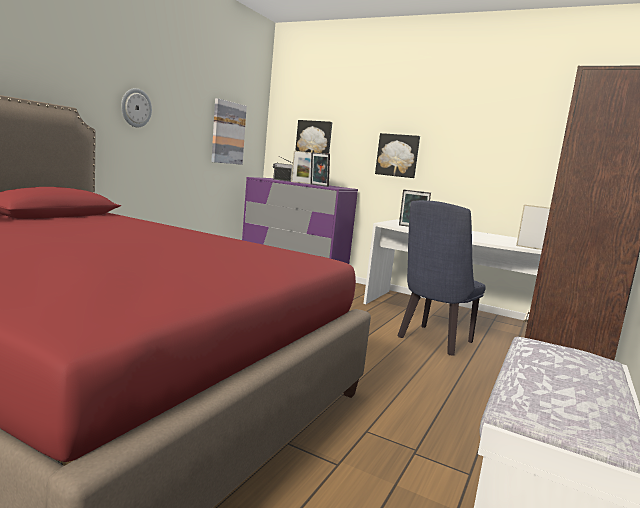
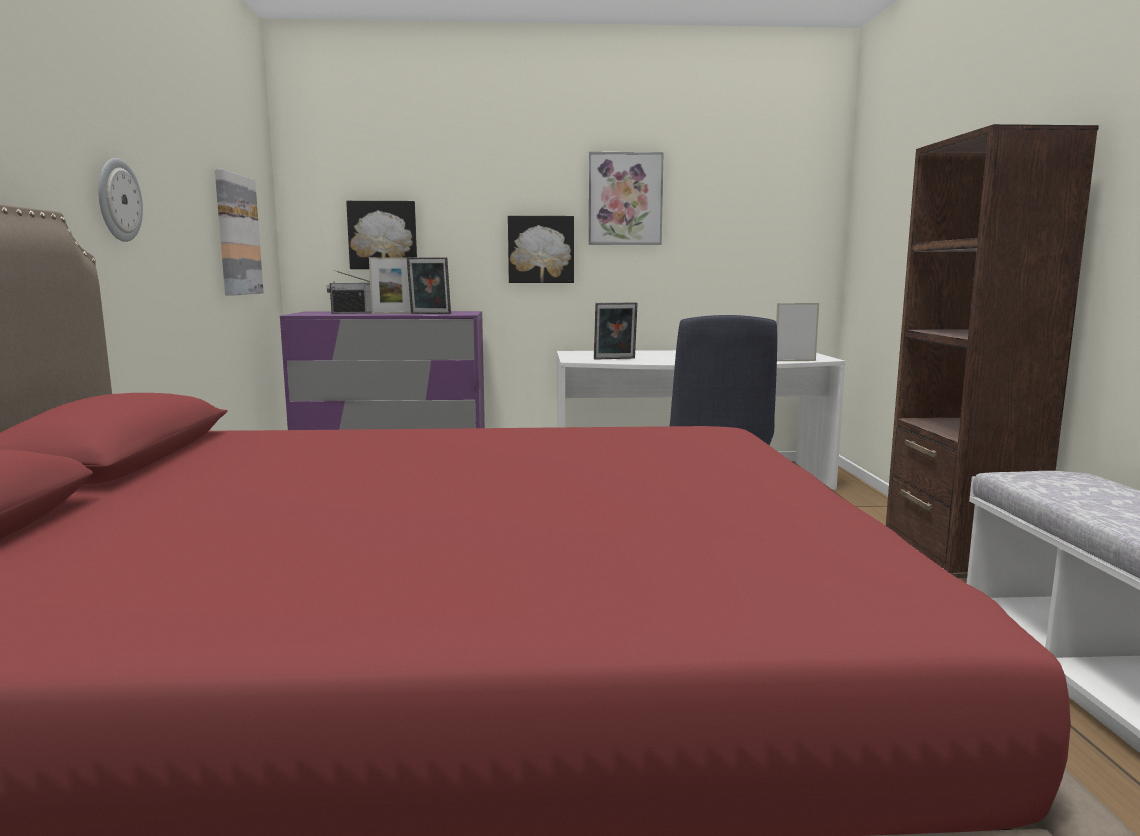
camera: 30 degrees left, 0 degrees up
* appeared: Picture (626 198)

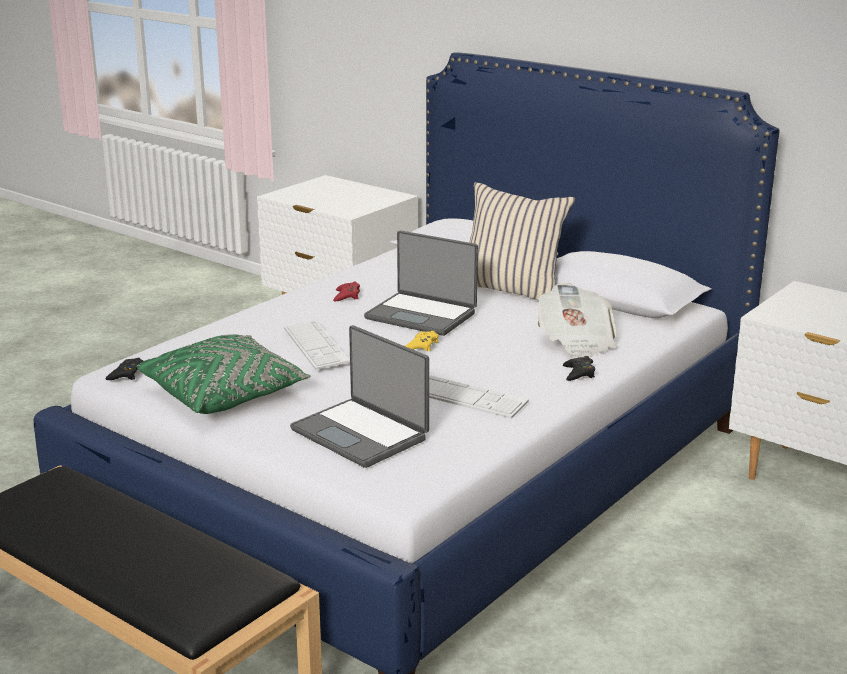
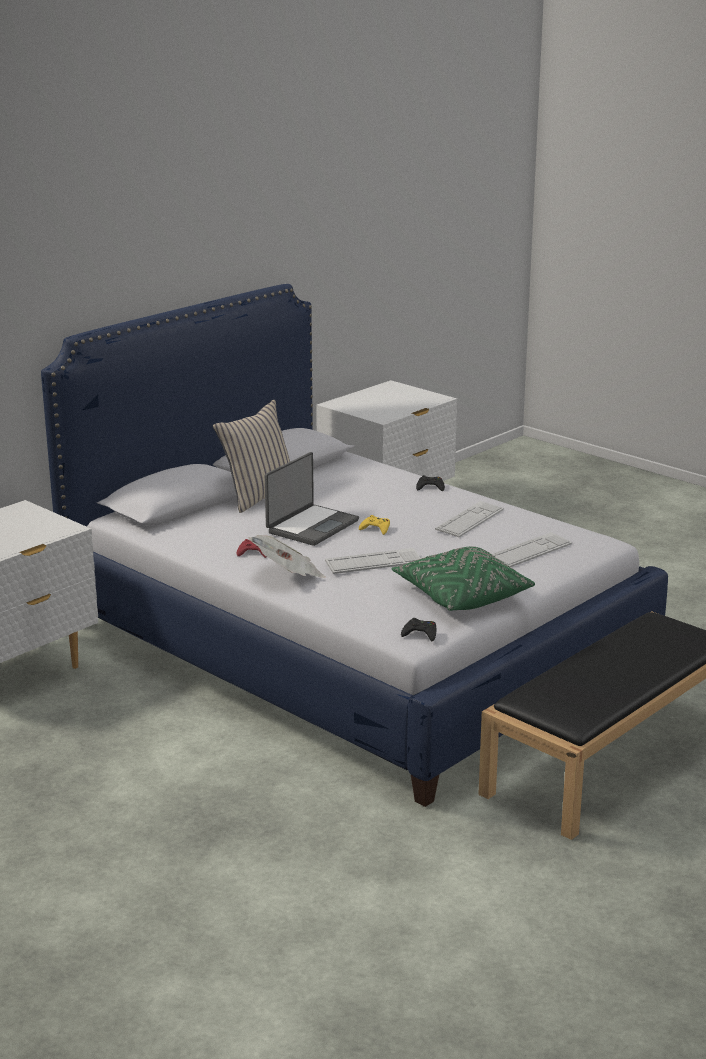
camera: 85 degrees left, 0 degrees up
* relocated: Newspaper (577 321) to (286 556)
* exchanged: Laptop (359 396) to Keyboard (532 549)

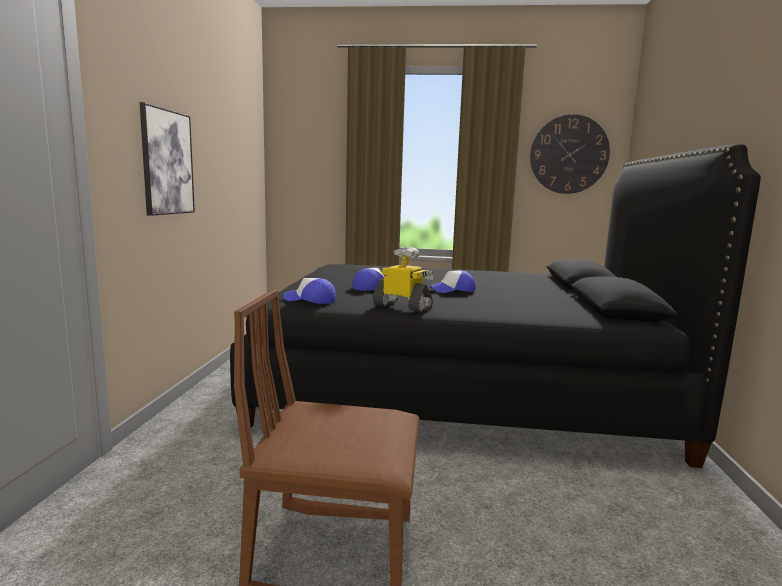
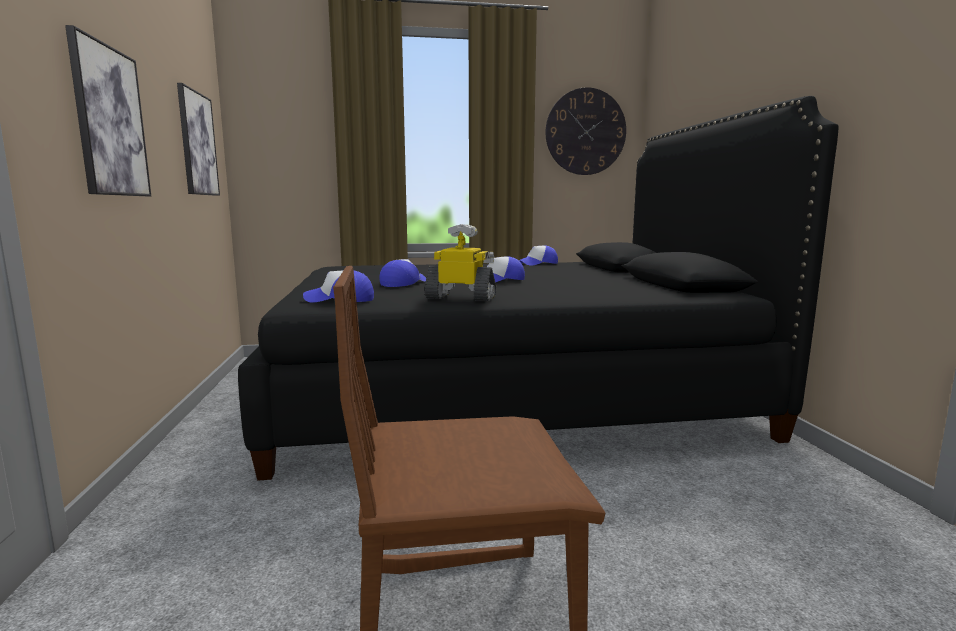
camera: 15 degrees left, 0 degrees up
* appeared: Picture (198 139)
* appeared: Cap (538 255)

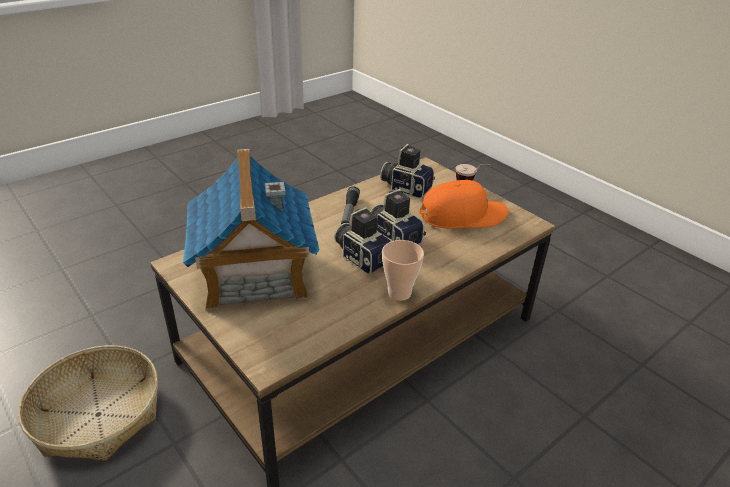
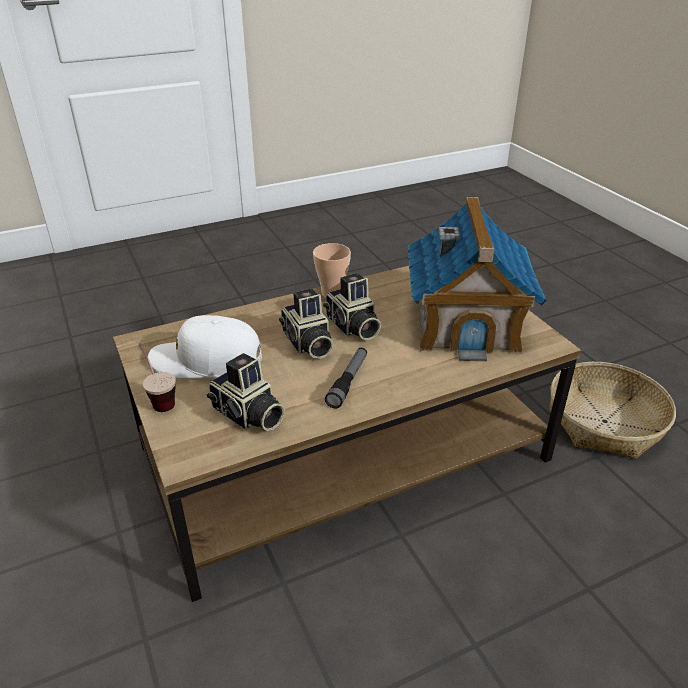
camera: 165 degrees left, 0 degrees up
* colour: OrangeCap (464 204) to WhiteCap (205 347)

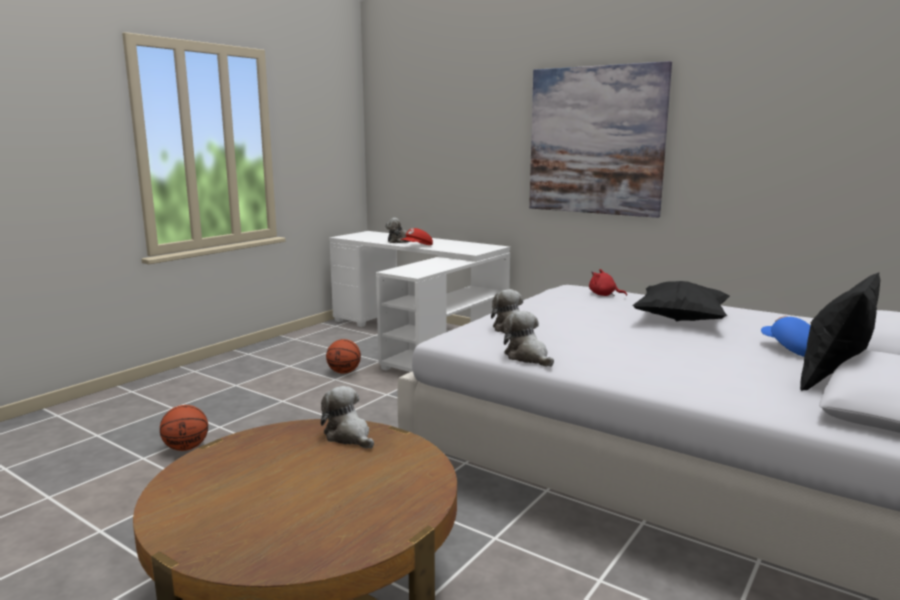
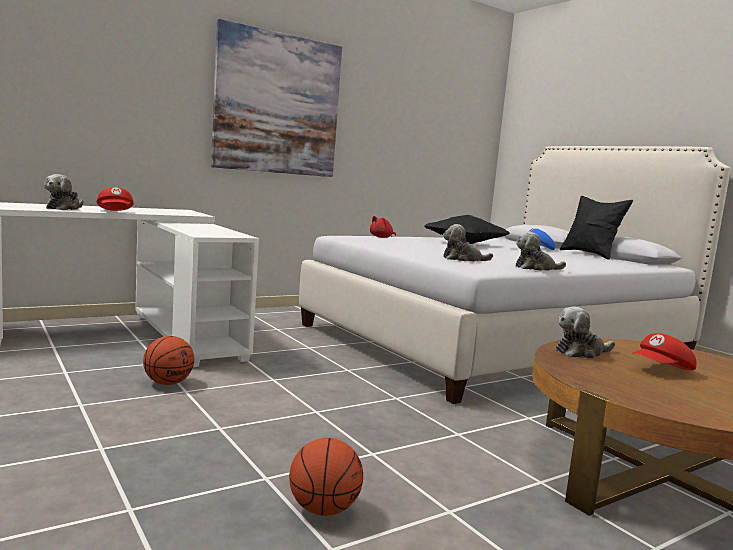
camera: 70 degrees left, 5 degrees down
* appeared: RedCap (665 351)

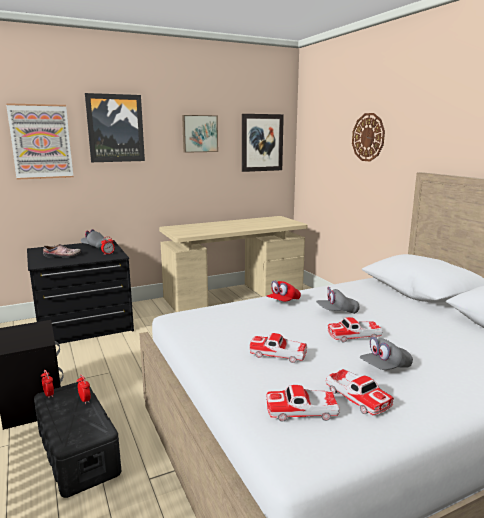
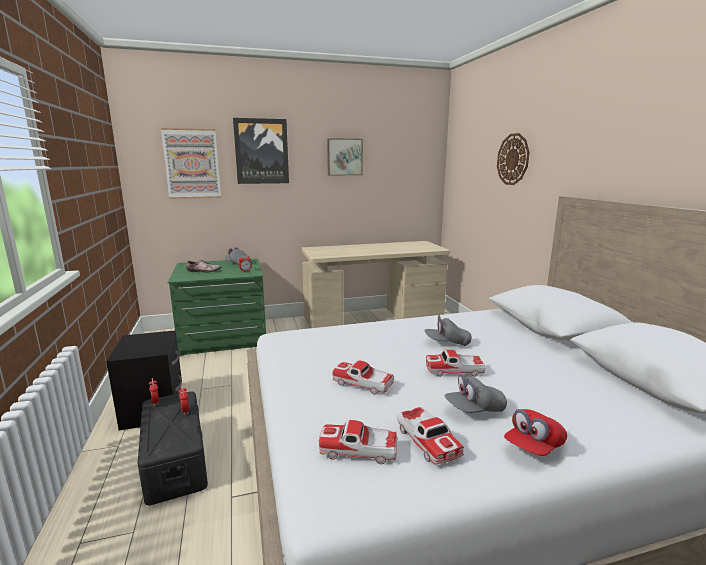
camera: 10 degrees right, 0 degrees up
* colour: BlackDresser (80 292) to GreenDresser (216 307)
* relocated: RedCap (283 291) to (535 432)
* missing: Picture (263 143)

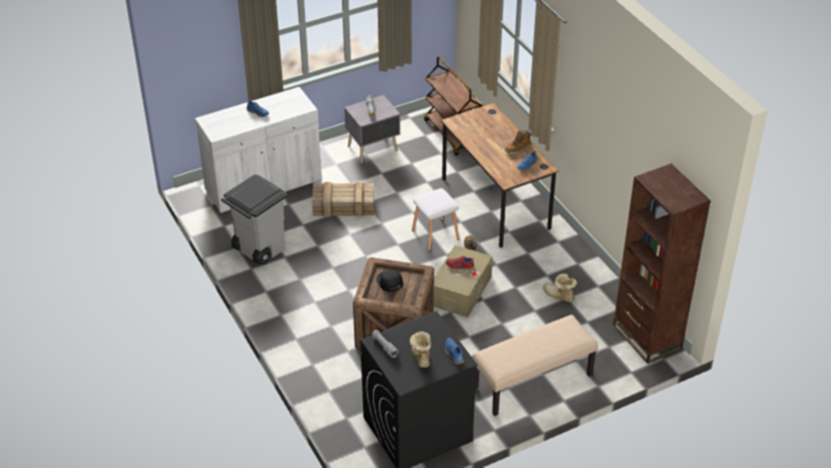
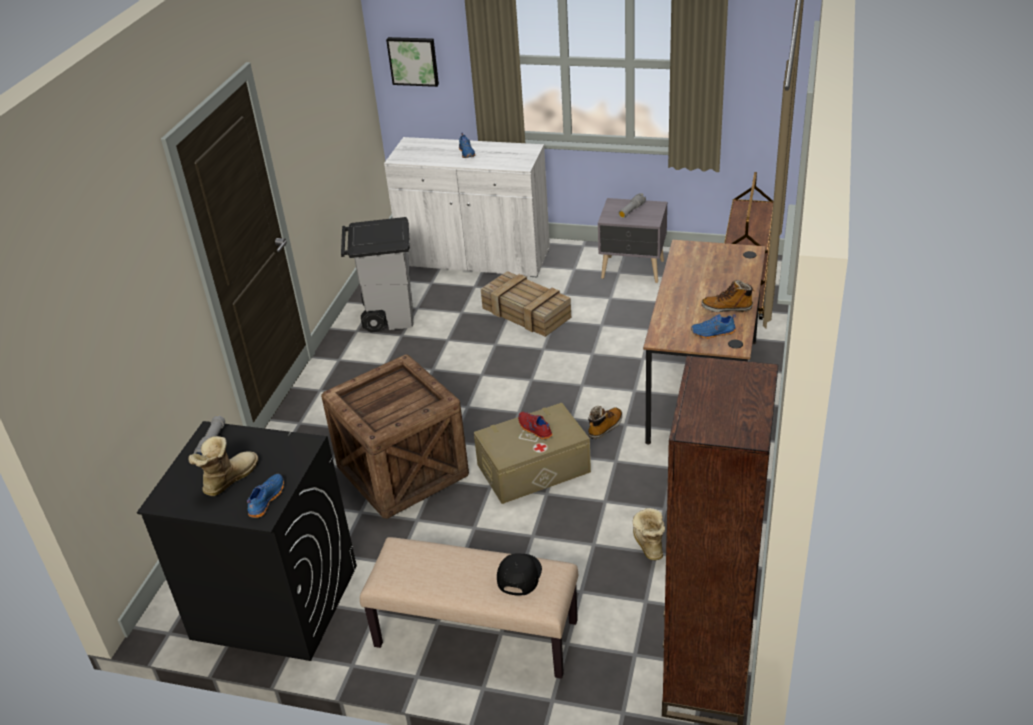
camera: 45 degrees right, 5 degrees down
* appeared: Picture (412 62)
* relocated: BlackCap (389 280) to (519 574)
* missing: WhiteStool (435 219)

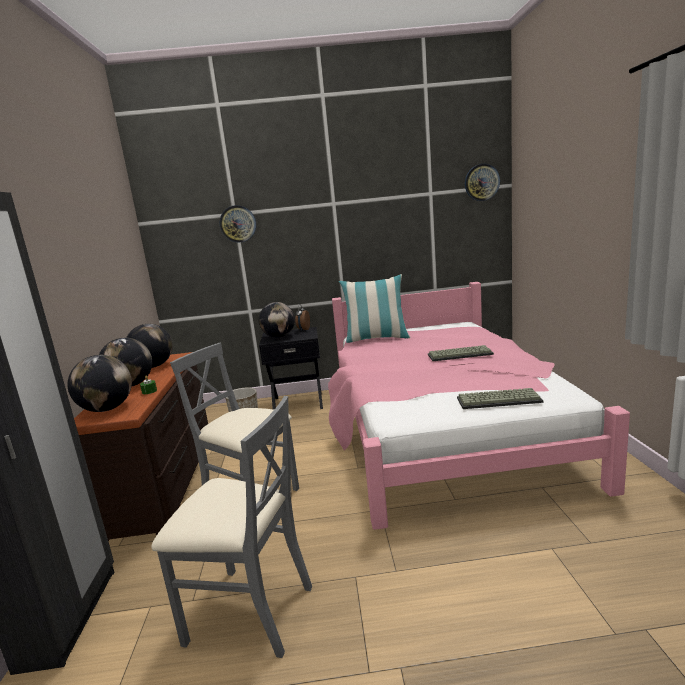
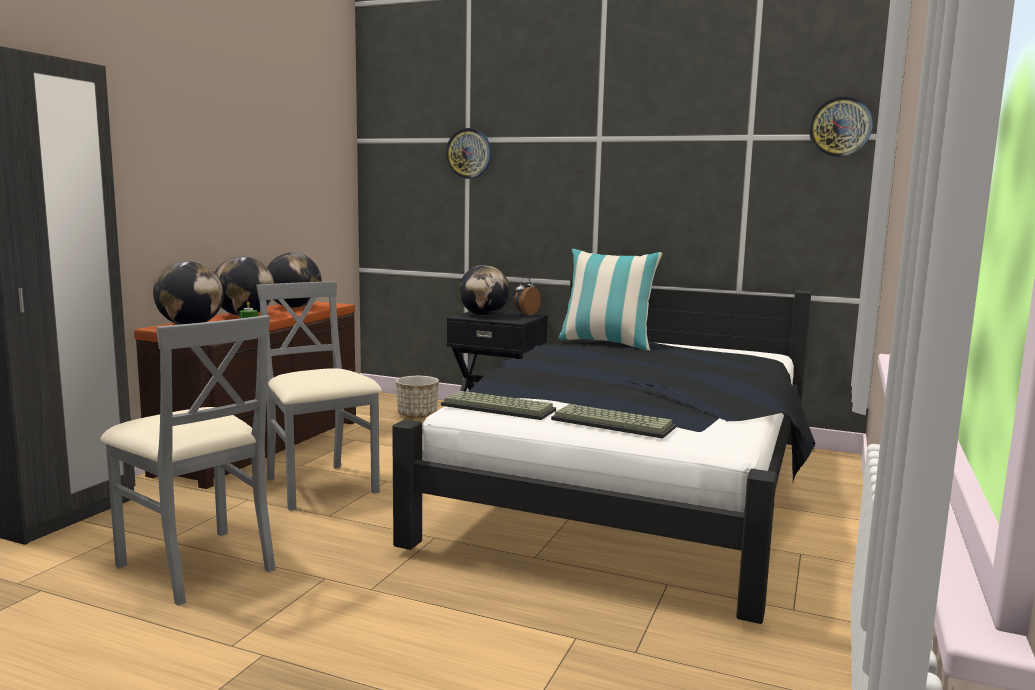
camera: 25 degrees right, 5 degrees down
* colour: PinkBed (479 406) to BlackBed (603 451)
* relocated: Keyboard (461 353) to (498 405)

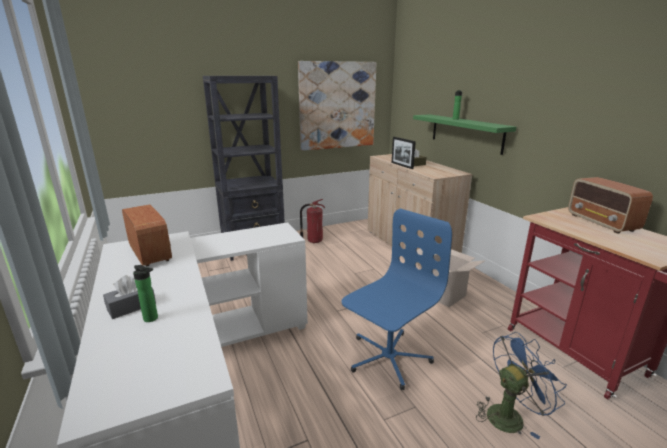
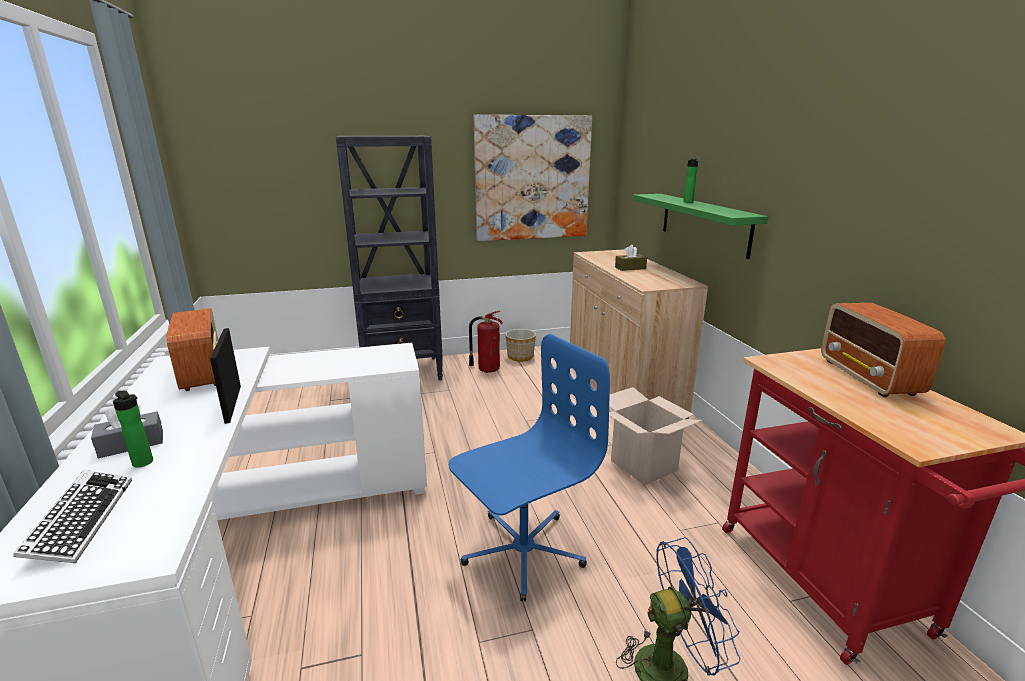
camera: 10 degrees right, 0 degrees up
* appeared: Keyboard (72 516)
* relocated: PictureFrame (404 153) to (225 376)
* appeared: Planter (520 345)

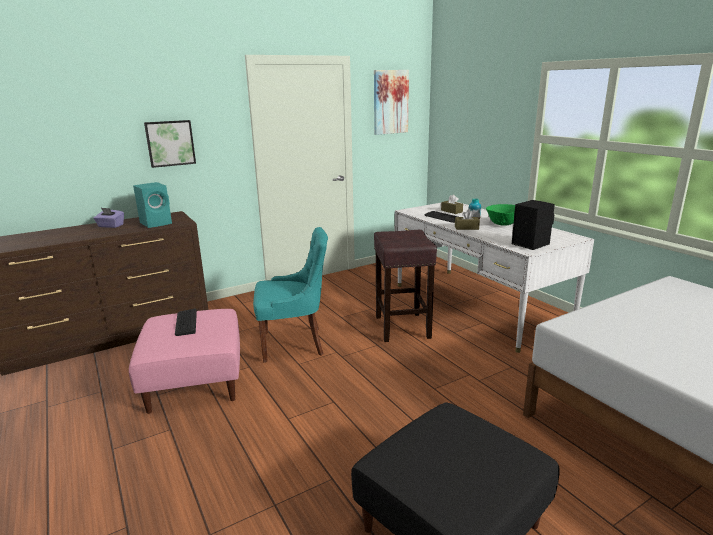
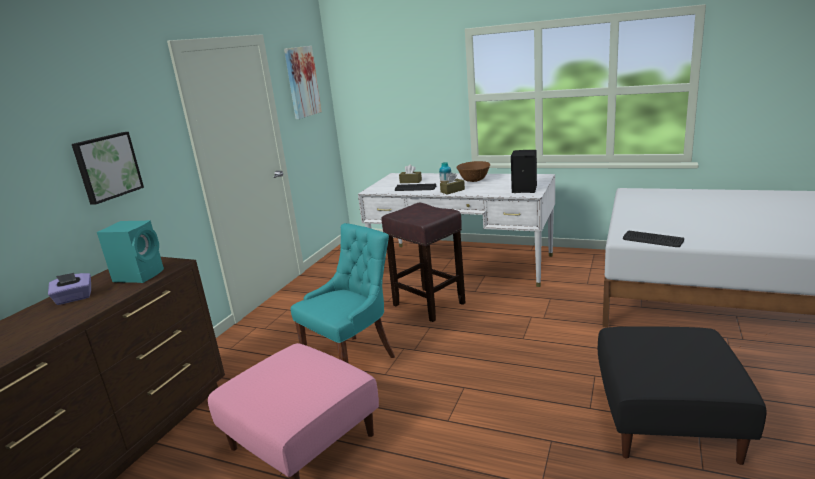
camera: 35 degrees left, 0 degrees up
* colour: GreenBowl (500 215) to BrownBowl (473 171)
* relocated: Keyboard (186 322) to (653 239)

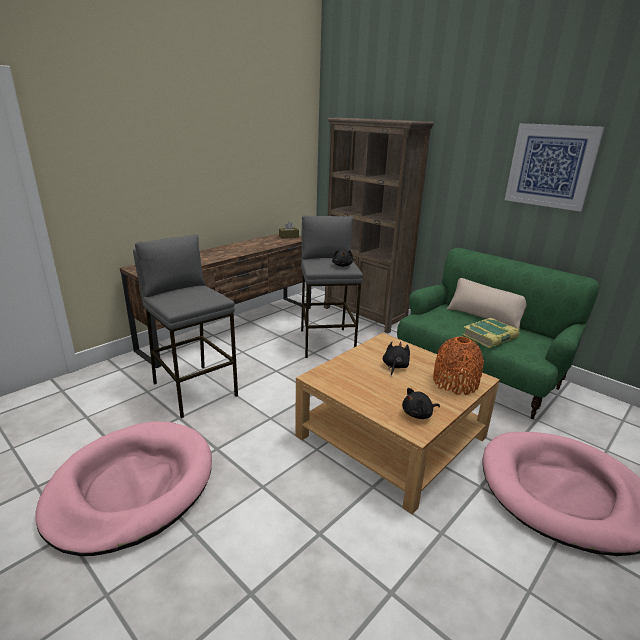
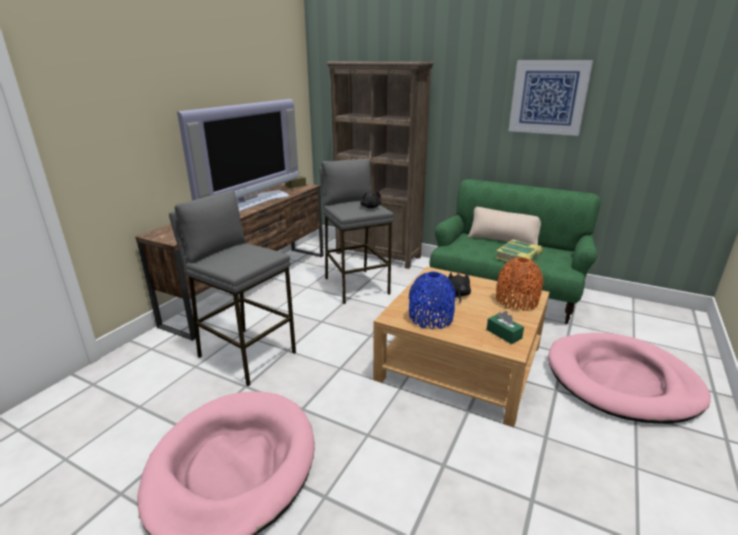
camera: 15 degrees left, 0 degrees up
* appeared: Television (238 155)
* appeared: BlueVase (432 300)
* exchanged: BlackPlushToy (421 403) to GreenTissueBox (505 327)

